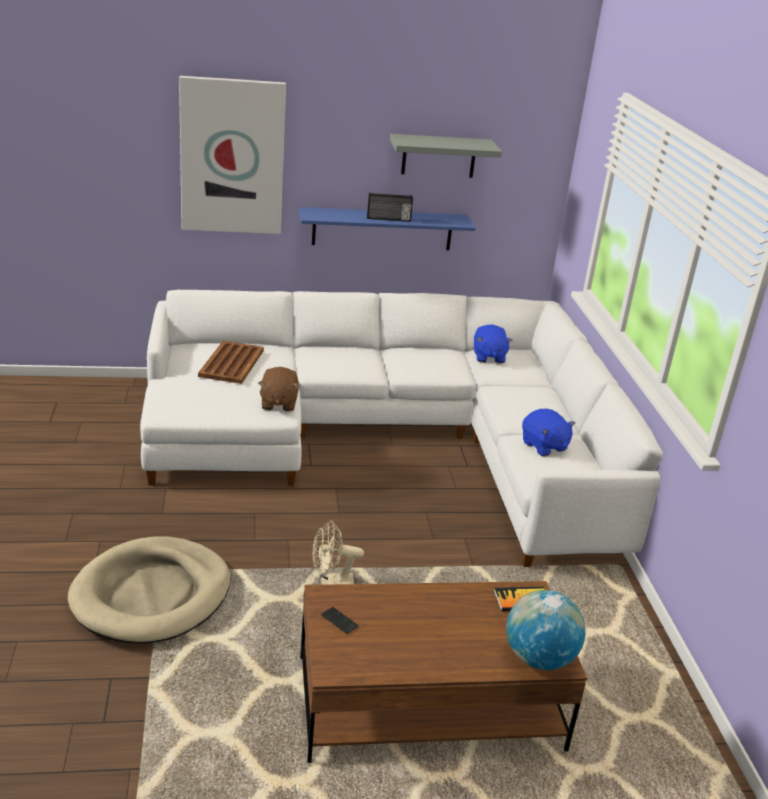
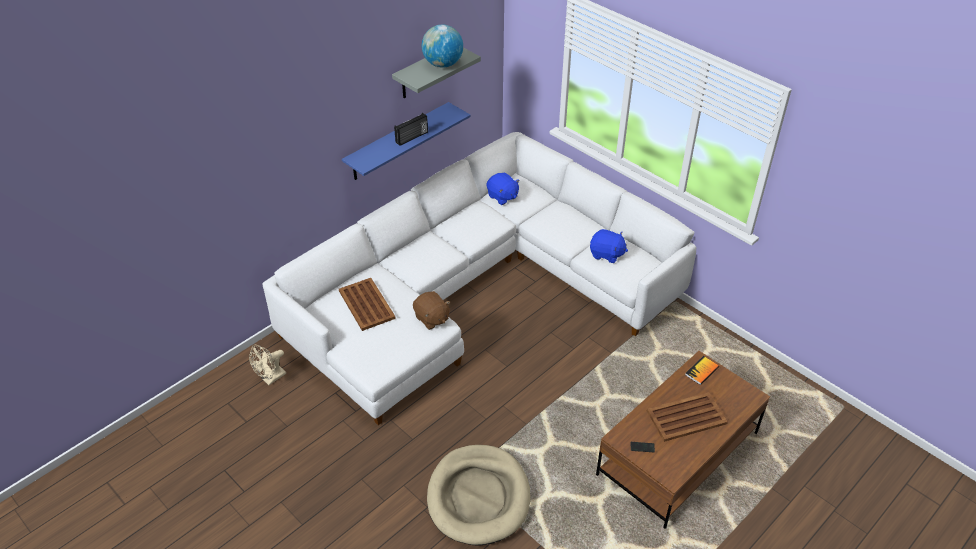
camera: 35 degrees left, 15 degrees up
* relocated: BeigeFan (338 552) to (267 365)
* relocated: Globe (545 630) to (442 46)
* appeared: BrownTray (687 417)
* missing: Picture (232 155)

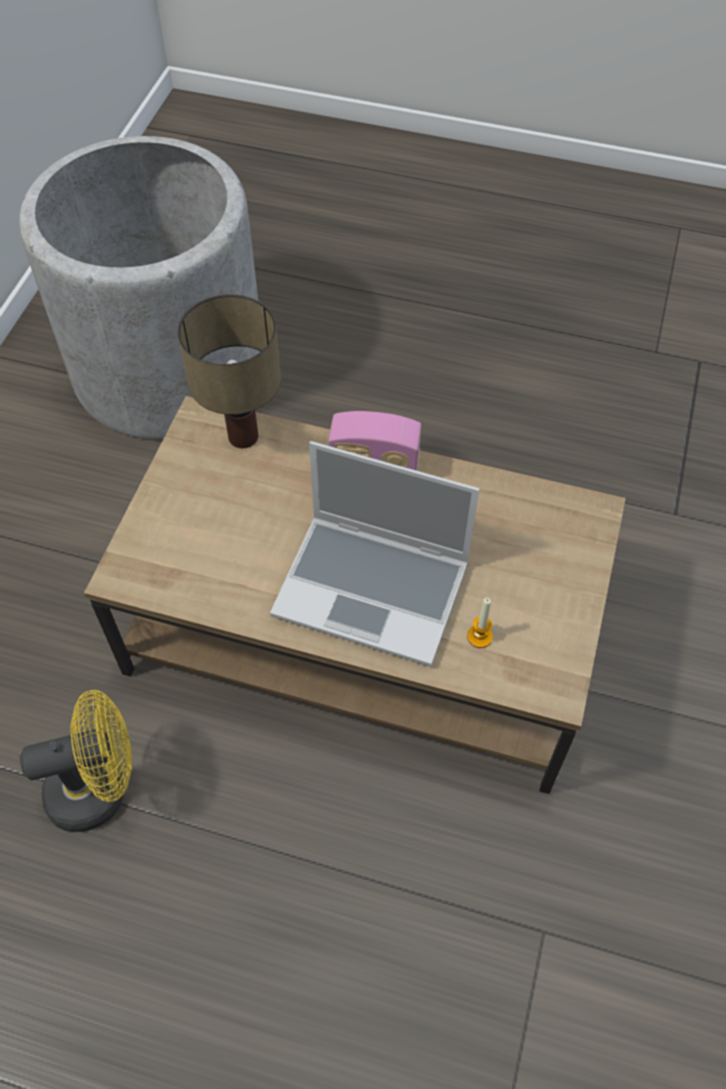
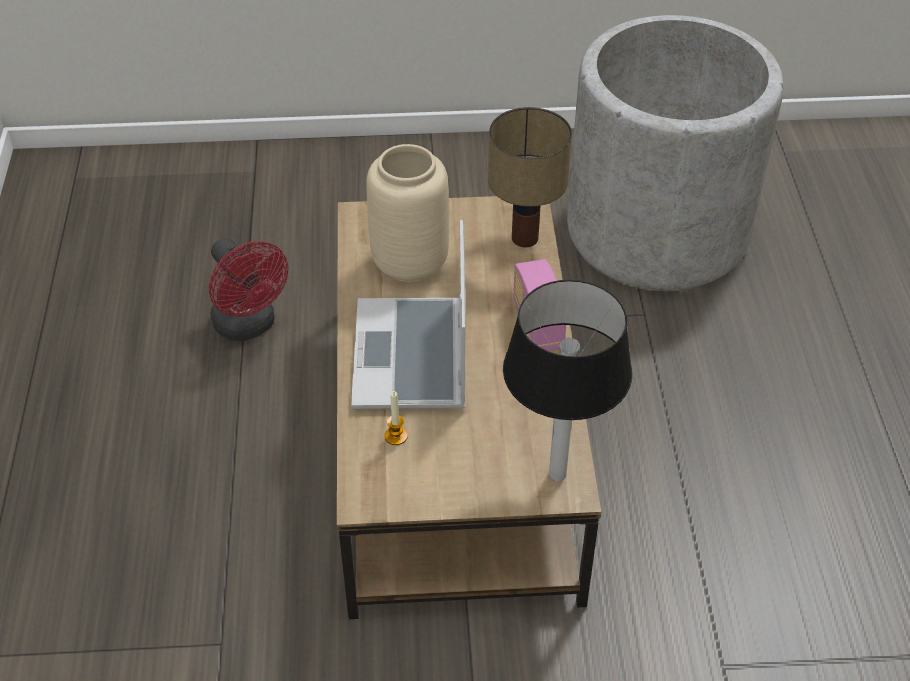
camera: 70 degrees right, 10 degrees down
* colour: YellowFan (76 761) to RedFan (248 289)
* appeared: BeigeVase (408 213)
* appeared: TableLamp (567 380)

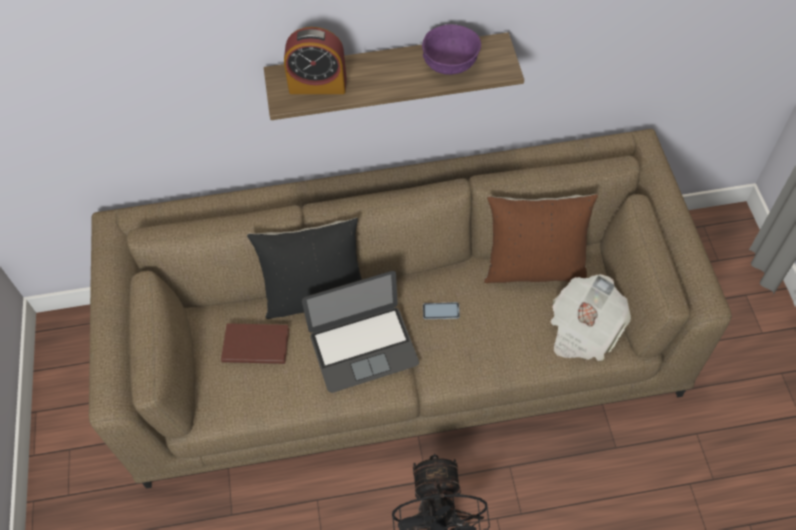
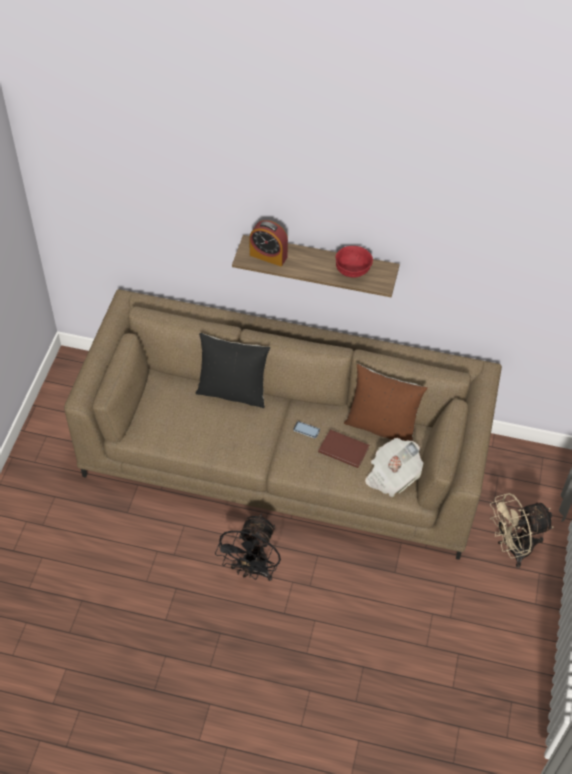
camera: 20 degrees right, 5 degrees down
* relocated: BrownBook (255 343) to (343 448)
* colour: PurpleBowl (451 49) to RedBowl (354 262)
* appeared: BeigeFan (522 530)
* missing: Laptop (360 332)

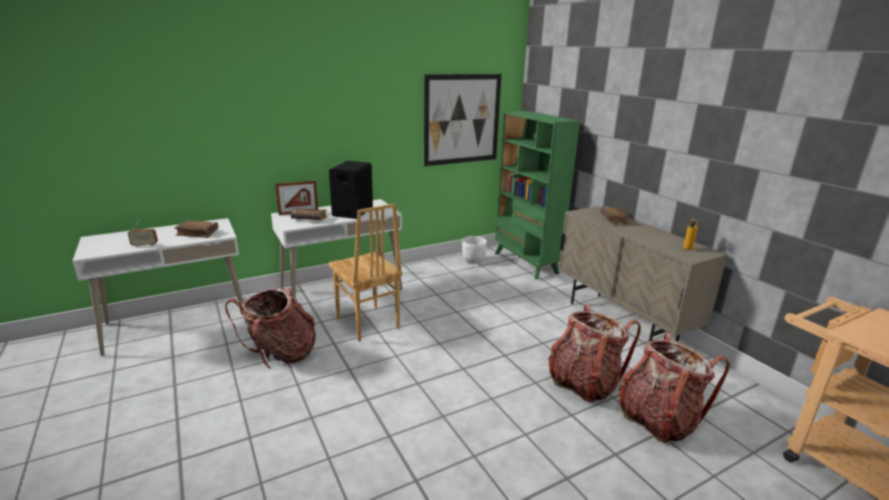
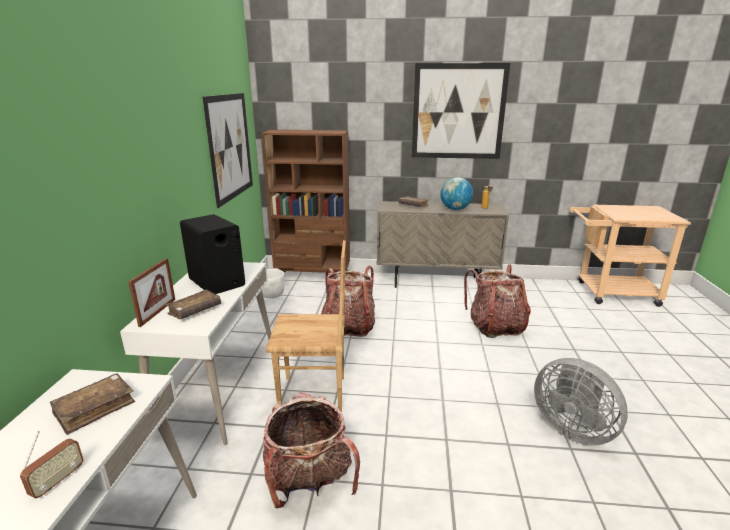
camera: 55 degrees left, 0 degrees up
* colour: GreenBookcase (537 195) to BrownBookcase (306 201)
* relocated: Backpack (674 387) to (348 301)
* appeared: Picture (461 111)
* appeared: Globe (456 193)
* appeared: GreyFan (581 401)

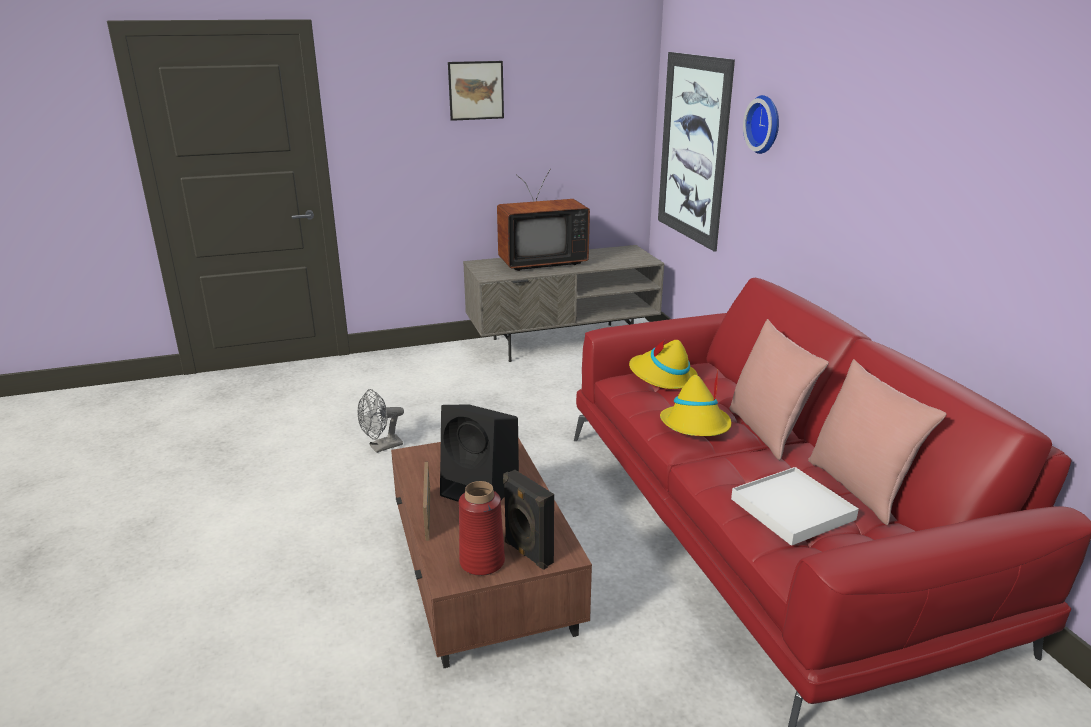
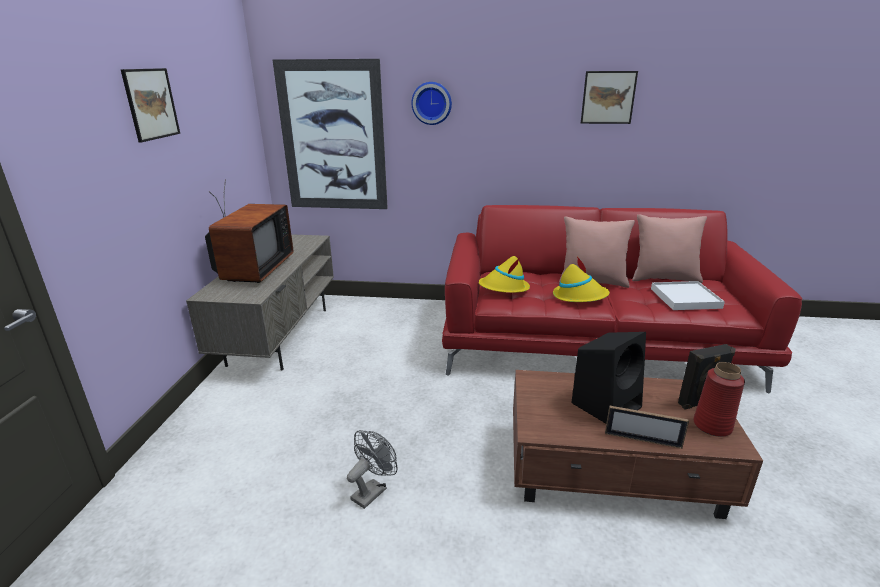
camera: 65 degrees left, 0 degrees up
* spun: GreyFan (381 421) = (372 469) 135 degrees counterclockwise
* appeared: Picture (609 97)

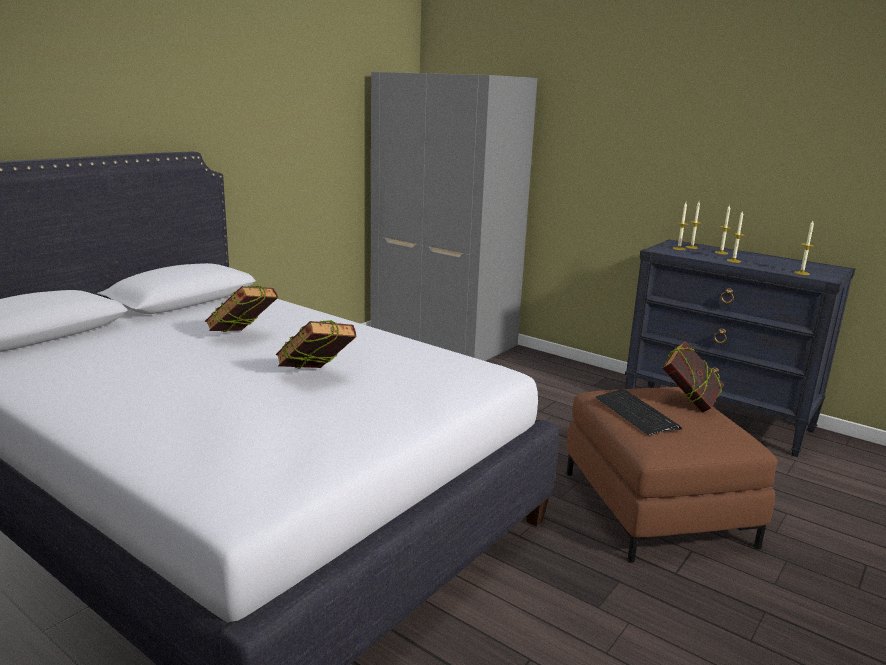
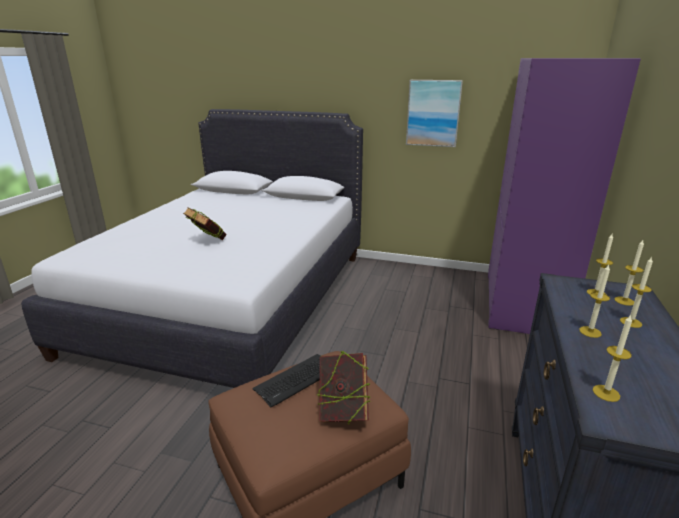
camera: 70 degrees right, 5 degrees up
* appeared: Picture (434 113)
* colour: GreyWardrobe (454 216) to PurpleWardrobe (564 196)
* missing: Book (241 308)

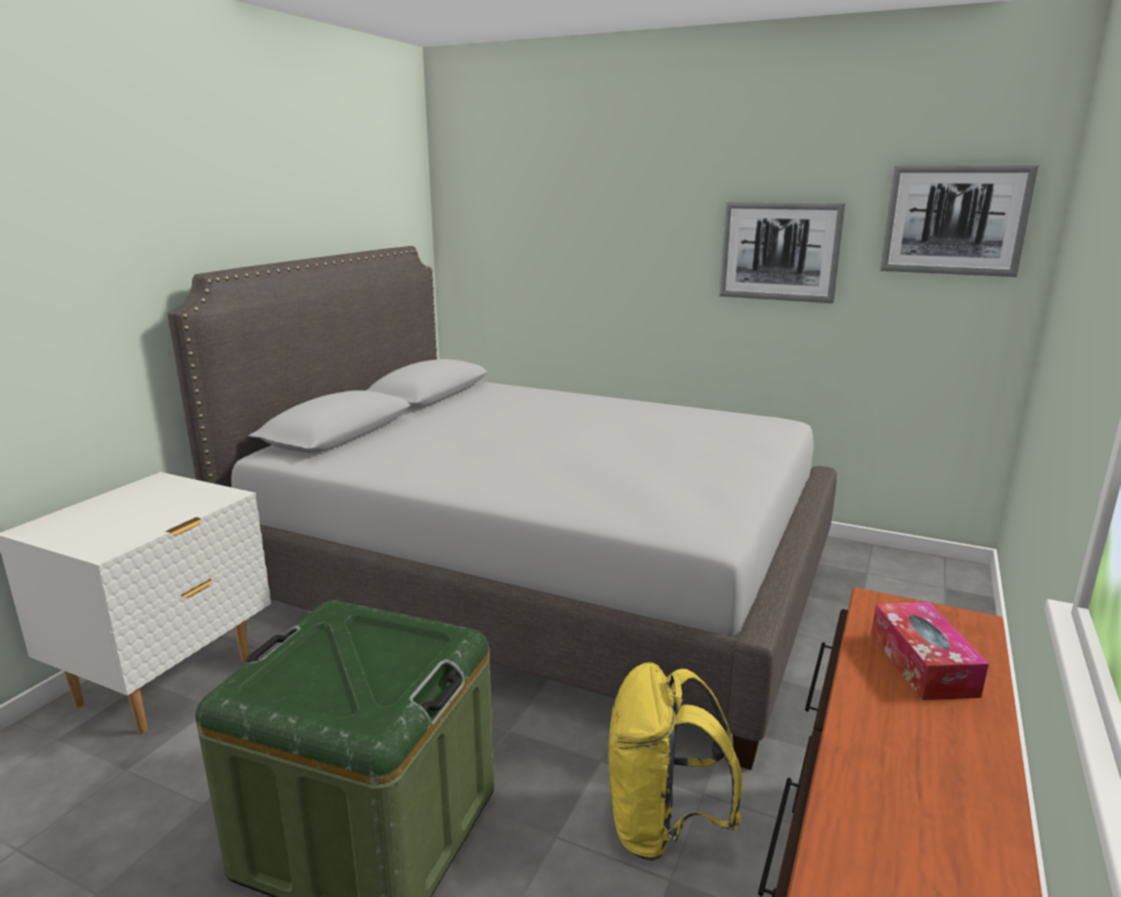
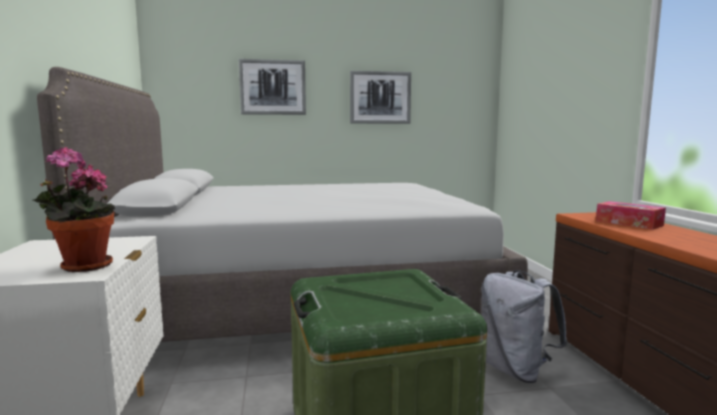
camera: 35 degrees left, 10 degrees down
* appeared: PottedPlant (74 209)
* relocated: Picture (959 221) to (272 87)
* colour: YellowBackpack (675 761) to GreyBackpack (524 326)

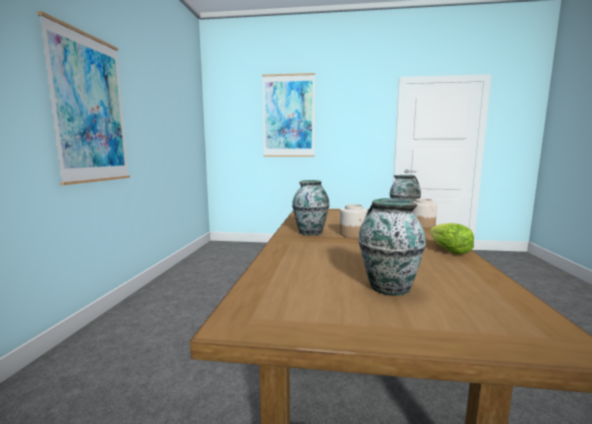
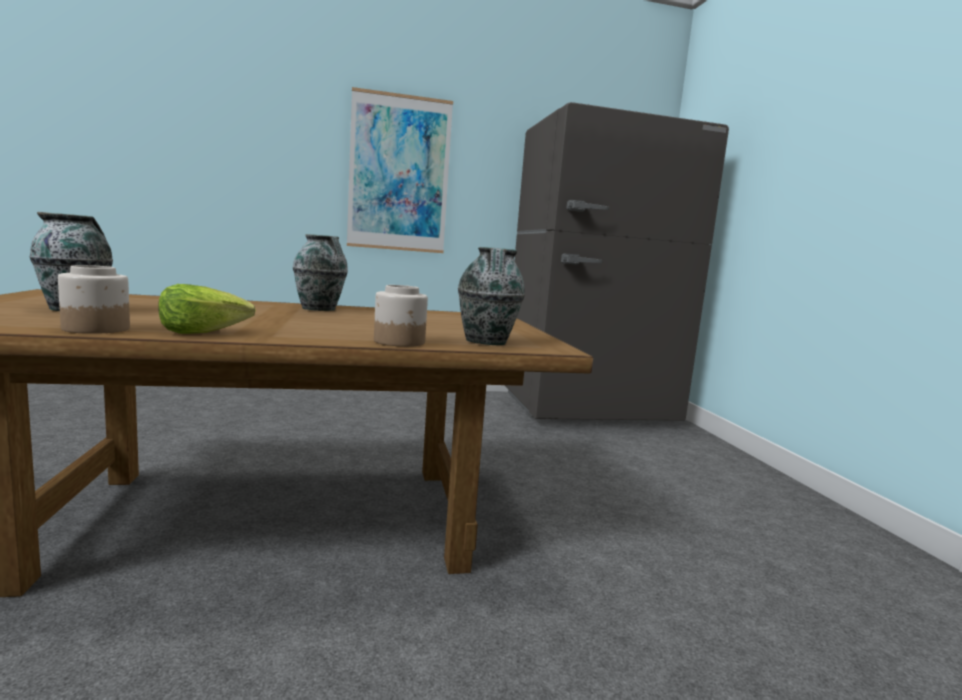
camera: 70 degrees right, 0 degrees up
* relocated: Jar (354 221) to (94 299)
* appeared: GreyFridge (617 261)
* missing: Picture (288 115)

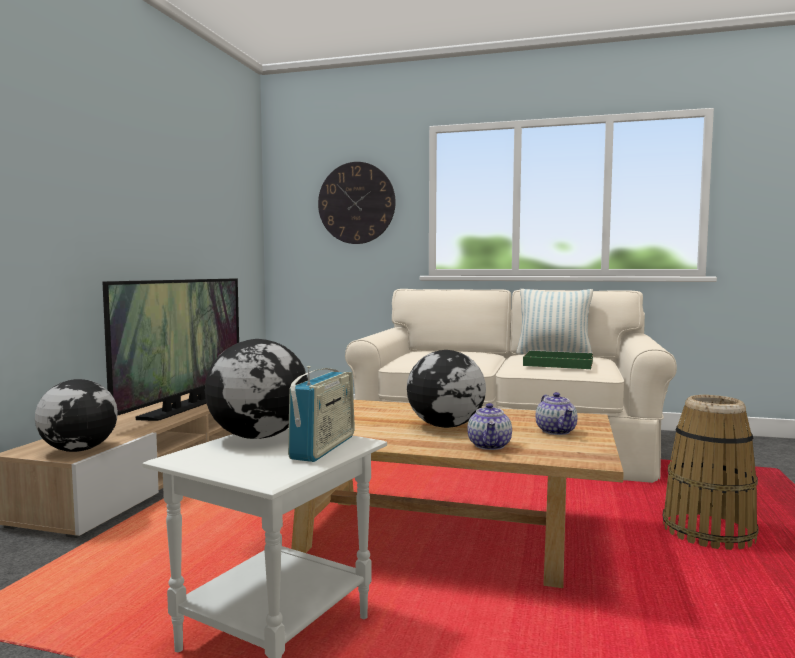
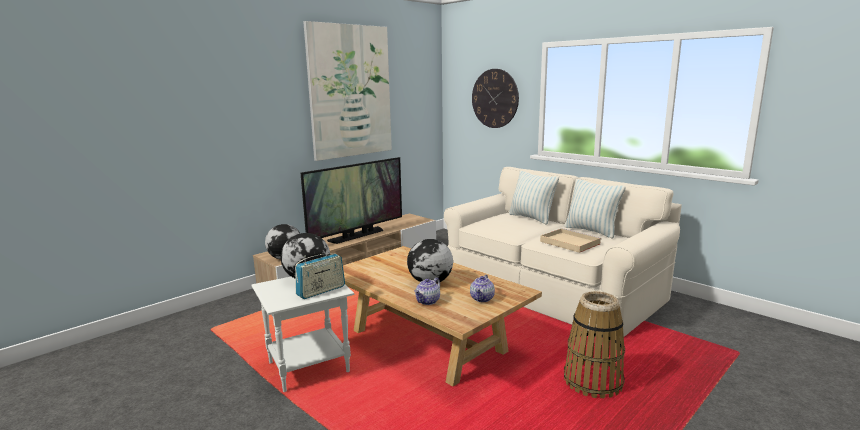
camera: 30 degrees right, 10 degrees up
* appeared: Picture (347 91)
* appeared: Pillow (534 197)
* colour: GreenTray (558 359) to BeigeTray (570 240)

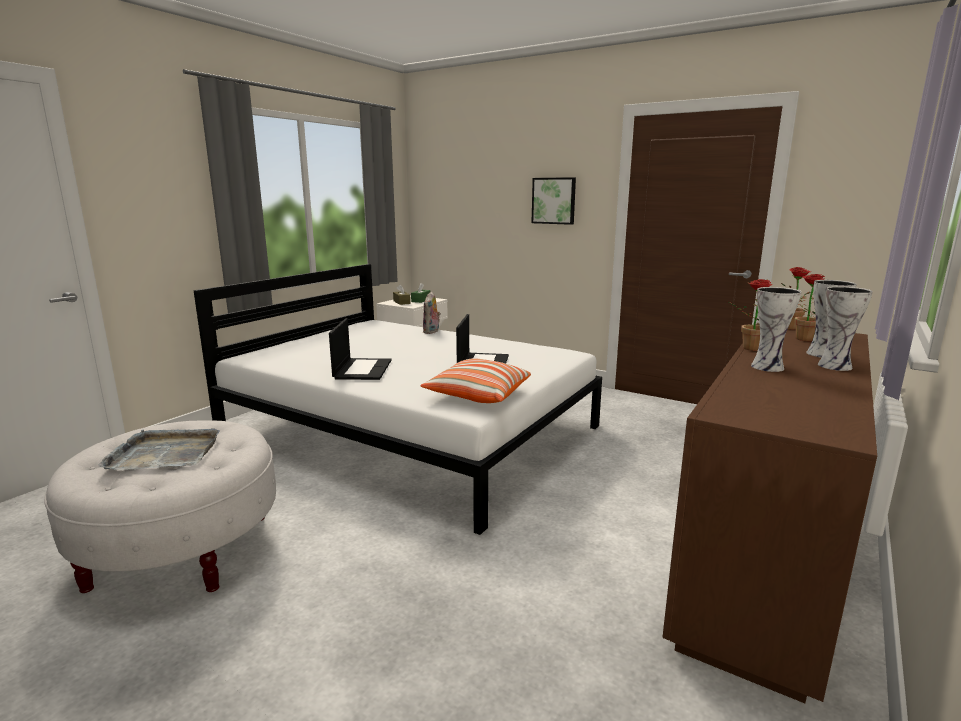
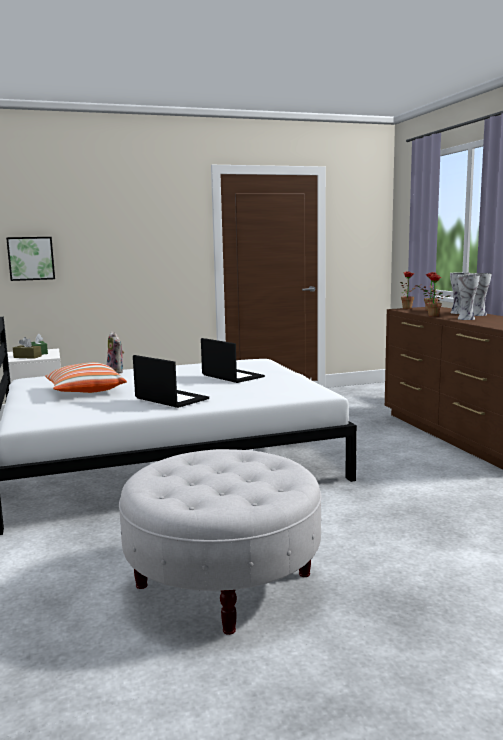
camera: 50 degrees left, 5 degrees down
* relocated: Picture (554 201) to (30 259)
* relocated: Pillow (475 381) to (86 377)
* missing: GreyTray (159 449)

